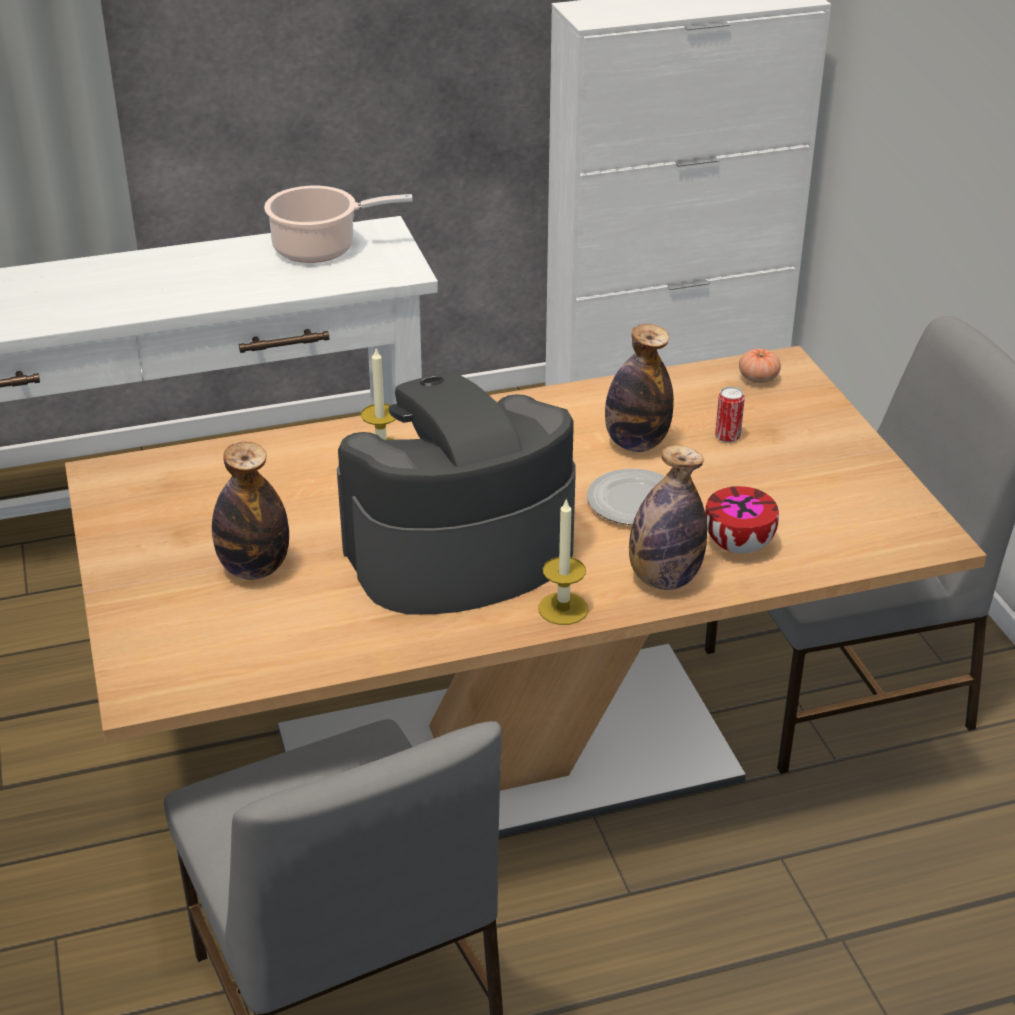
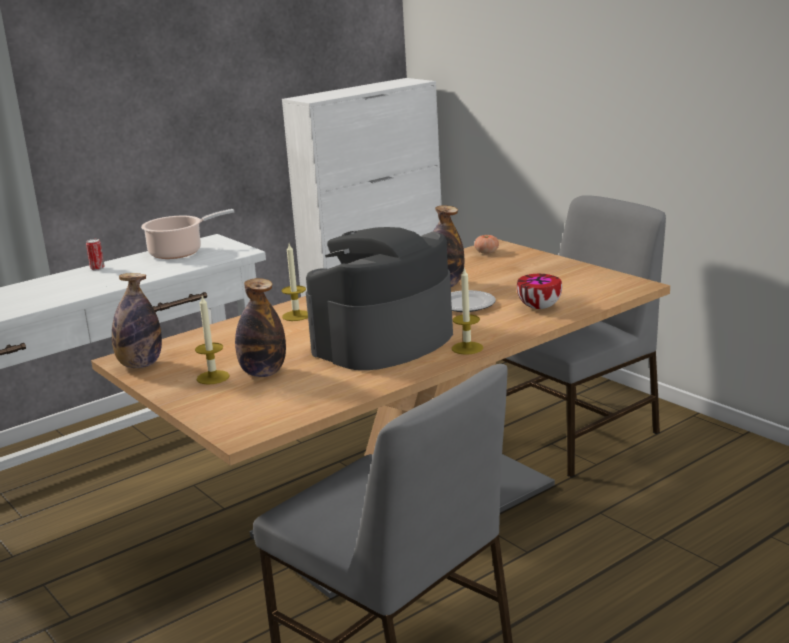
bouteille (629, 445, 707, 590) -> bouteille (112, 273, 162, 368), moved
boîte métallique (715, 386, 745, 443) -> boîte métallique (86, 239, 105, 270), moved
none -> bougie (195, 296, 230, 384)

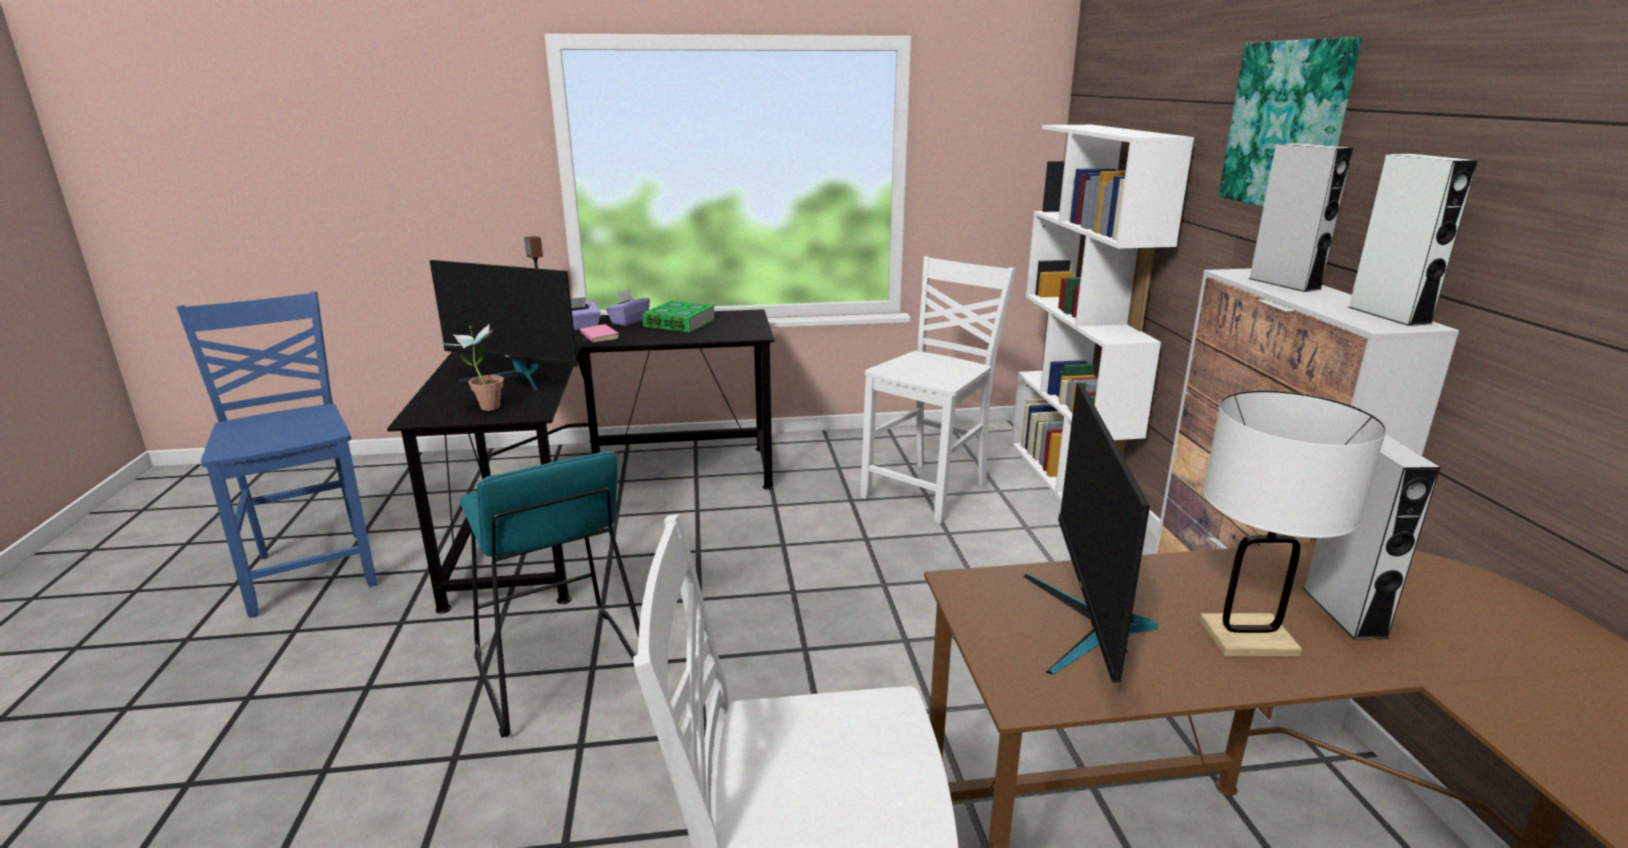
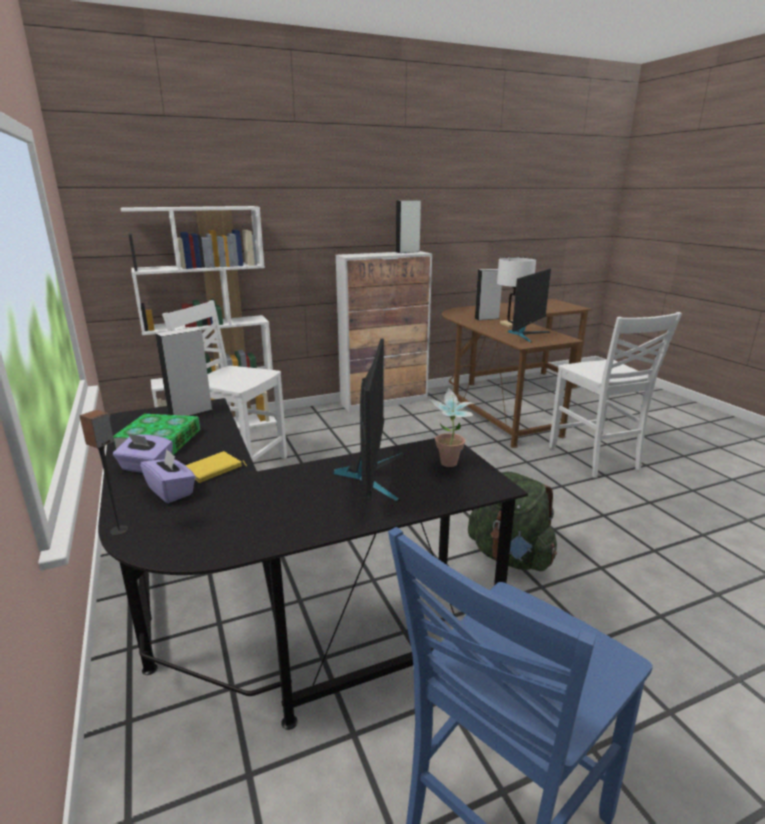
tabouret [turquoise] (460, 451, 640, 738) -> sac à dos [vert] (468, 472, 557, 571)
livre [rose] (580, 324, 619, 342) -> livre [jaune] (185, 451, 247, 483)
écran d'ordinateur (1024, 382, 1158, 683) -> écran d'ordinateur (508, 269, 551, 343), 45 degrees counterclockwise
tableau (1218, 37, 1362, 207) -> none
enceinte [gris] (1249, 143, 1353, 292) -> enceinte [gris] (155, 327, 212, 416), moved

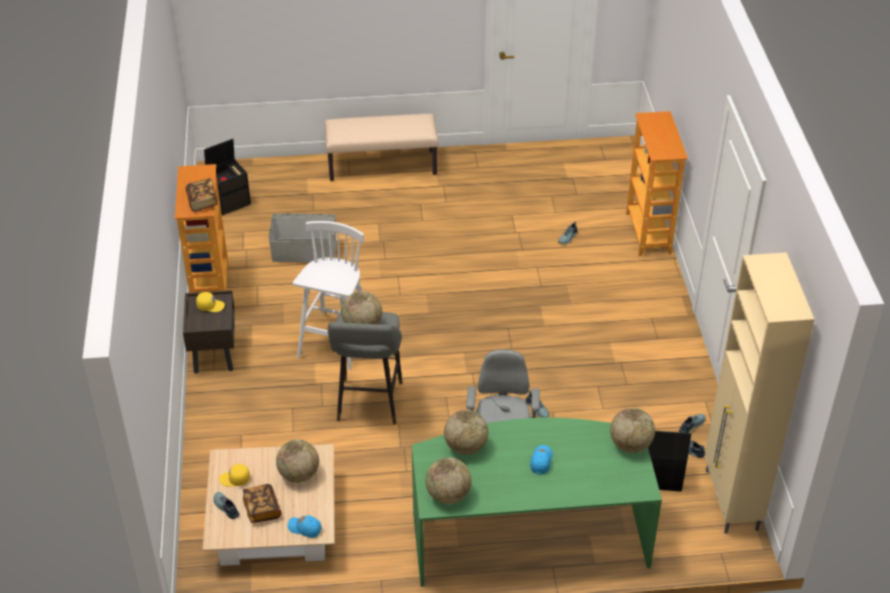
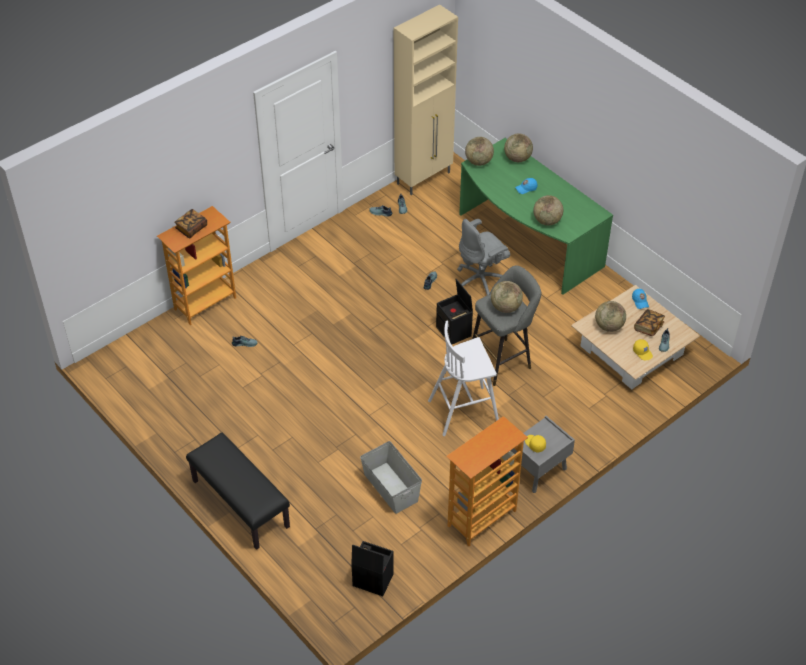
table de chevet [marron] (183, 290, 235, 374) -> table de chevet [gris] (511, 416, 575, 493)
livre (186, 178, 218, 212) -> livre (175, 209, 207, 238), moved
banc [beige] (325, 114, 438, 181) -> banc [noir] (186, 433, 290, 550)
globe (425, 457, 472, 504) -> globe (504, 134, 533, 162), moved
boîte de rangement [noir] (648, 431, 691, 492) -> boîte de rangement [noir] (436, 279, 473, 345), moved

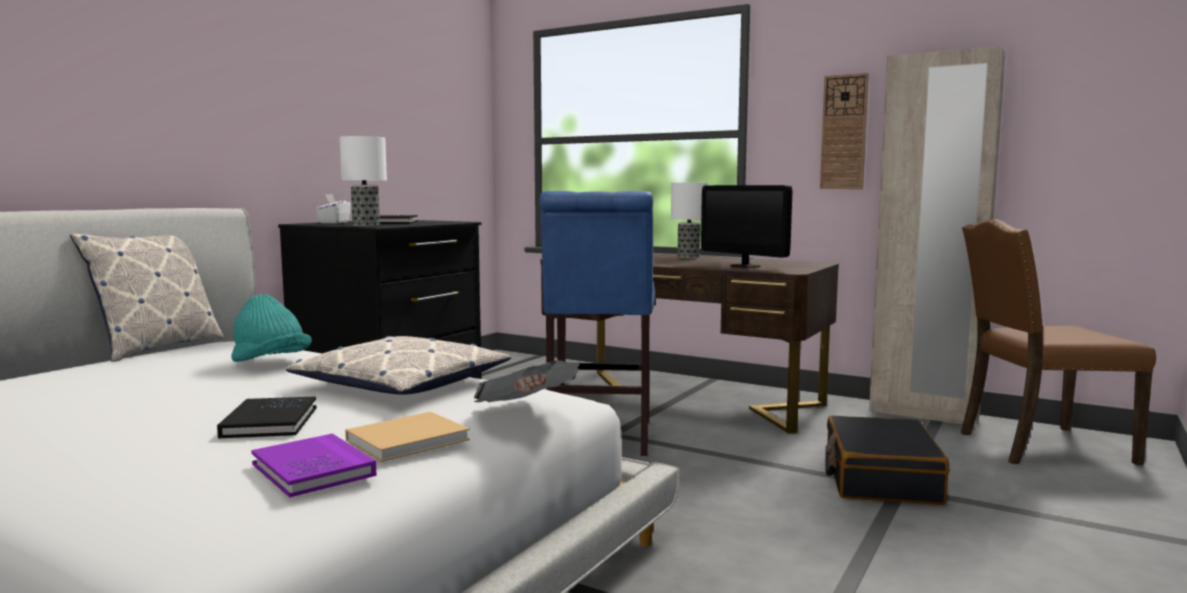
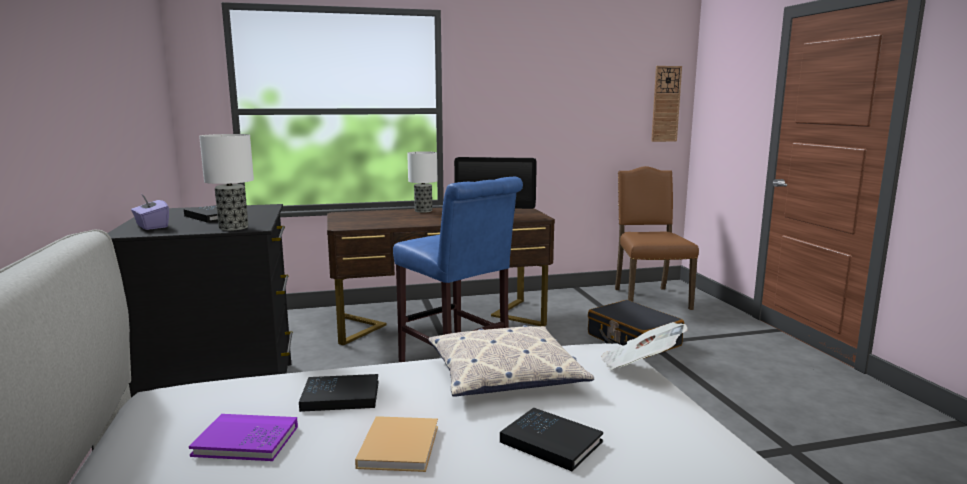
coussin (70, 234, 223, 362) -> none
chapeau [turquoise] (231, 294, 312, 362) -> livre [noir] (299, 374, 379, 412)
livre [violet] (251, 434, 377, 498) -> livre [violet] (189, 414, 298, 461), moved
boîte à mouchoirs [blanc] (315, 194, 351, 223) -> boîte à mouchoirs [violet] (131, 195, 169, 230)
livre [beige] (345, 412, 470, 462) -> livre [beige] (355, 416, 438, 472), moved
horloge murale (820, 73, 869, 189) -> horloge murale (651, 66, 682, 142), moved
armoire [beige] (869, 46, 1006, 426) -> none
chaise [marron] (961, 219, 1156, 465) -> chaise [marron] (615, 166, 699, 310), 135 degrees clockwise

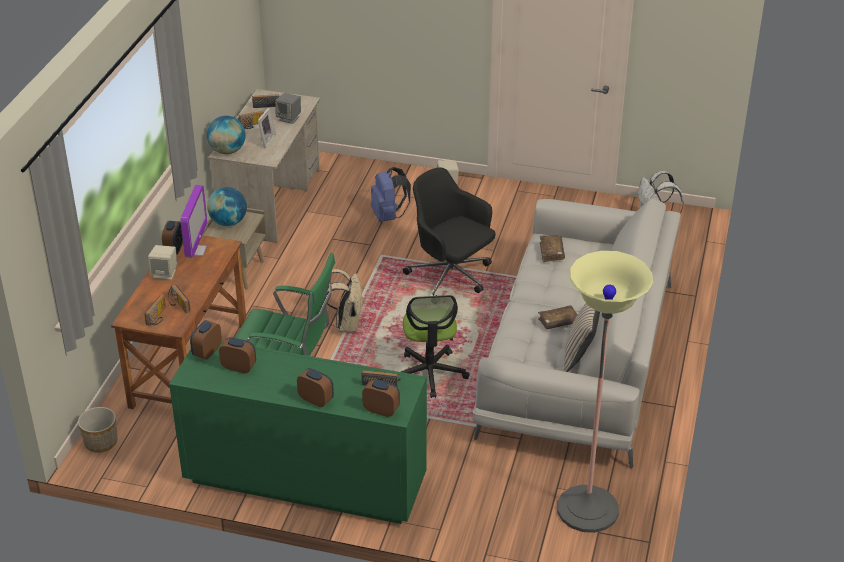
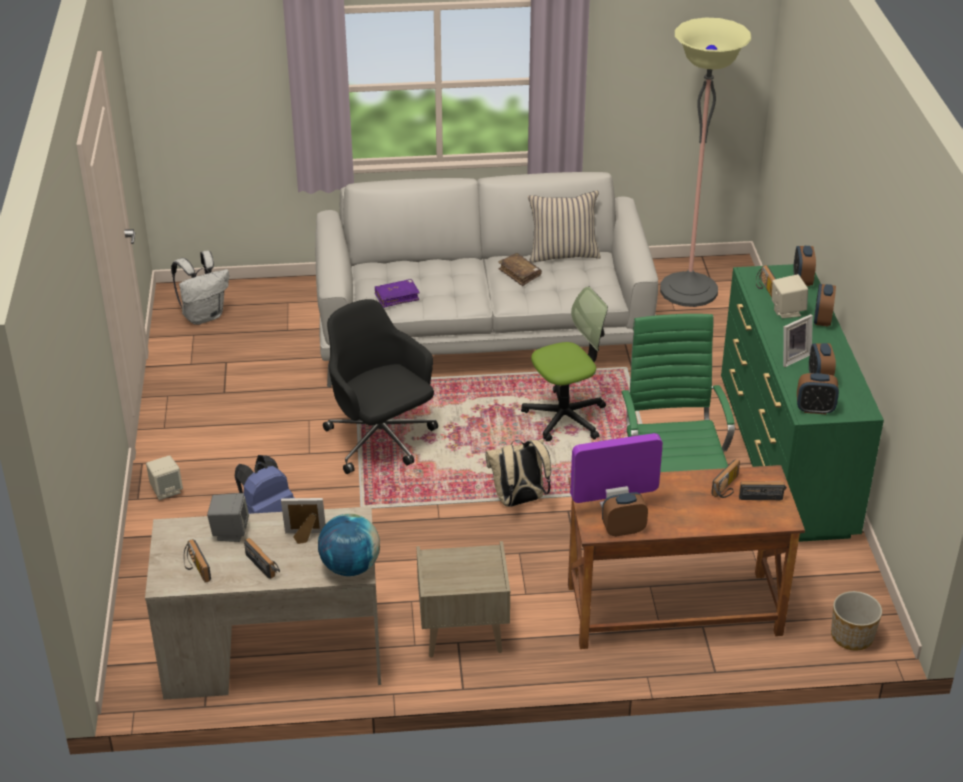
enceinte [beige] (148, 245, 177, 280) -> enceinte [beige] (772, 274, 808, 318), moved
globe (207, 187, 247, 226) -> none
chaise de bureau [noir] (403, 167, 496, 296) -> chaise de bureau [noir] (323, 299, 438, 474), 120 degrees clockwise
livre [marron] (540, 235, 565, 262) -> livre [violet] (375, 279, 420, 308)
none -> cadre photo (783, 314, 813, 367)

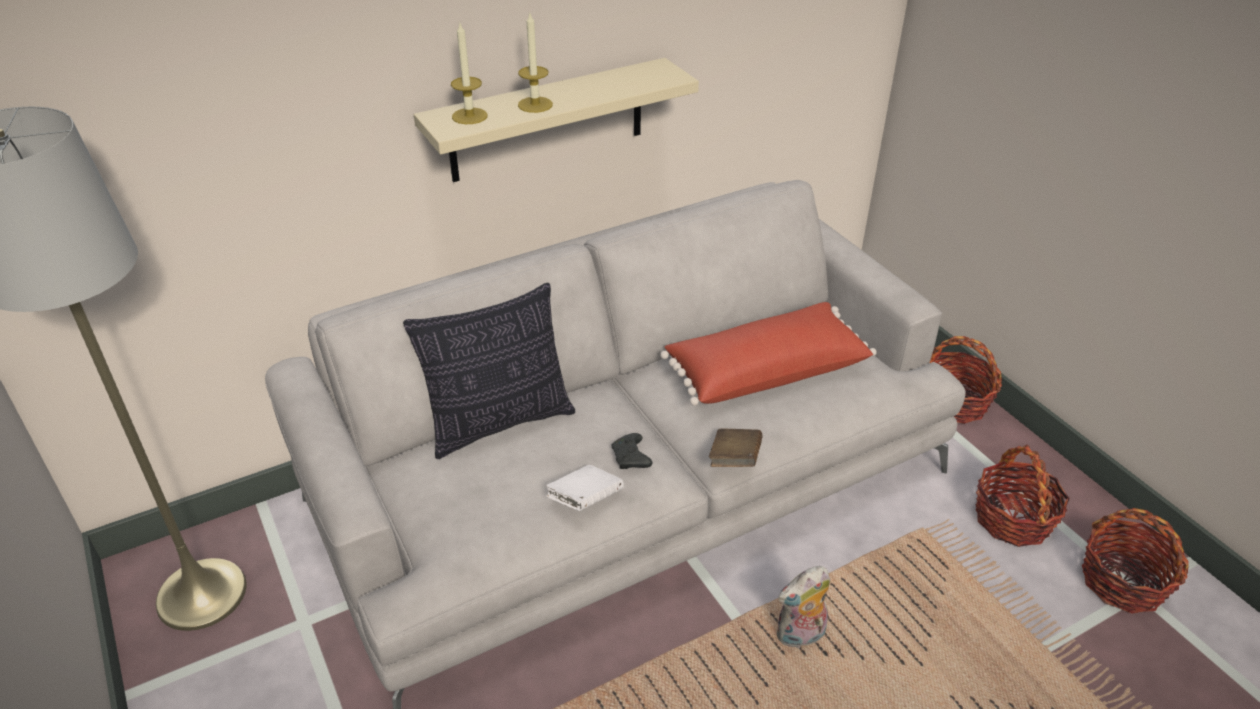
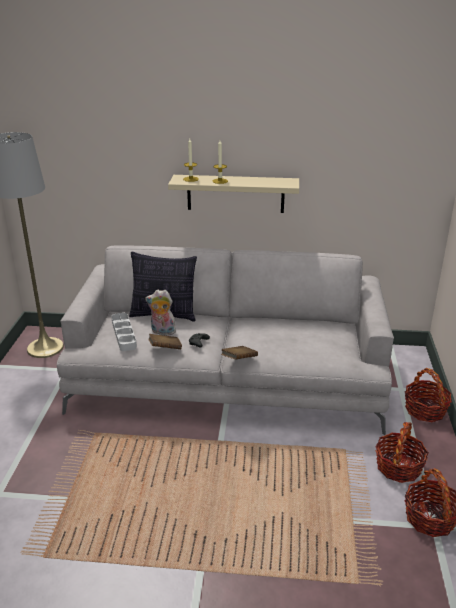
livre [blanc] (546, 465, 624, 511) -> livre [marron] (148, 334, 182, 349)
coussin [rouge] (660, 302, 877, 406) -> none
peluche (777, 566, 830, 648) -> peluche (145, 290, 176, 335), moved
none -> plateau [gris] (111, 313, 137, 351)

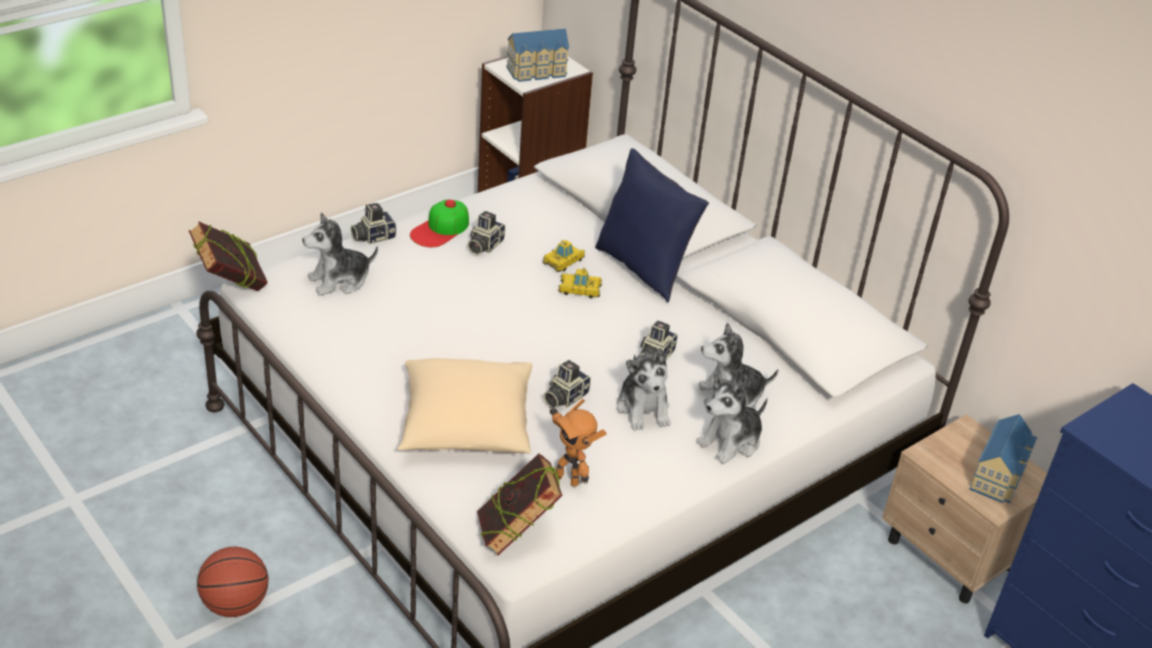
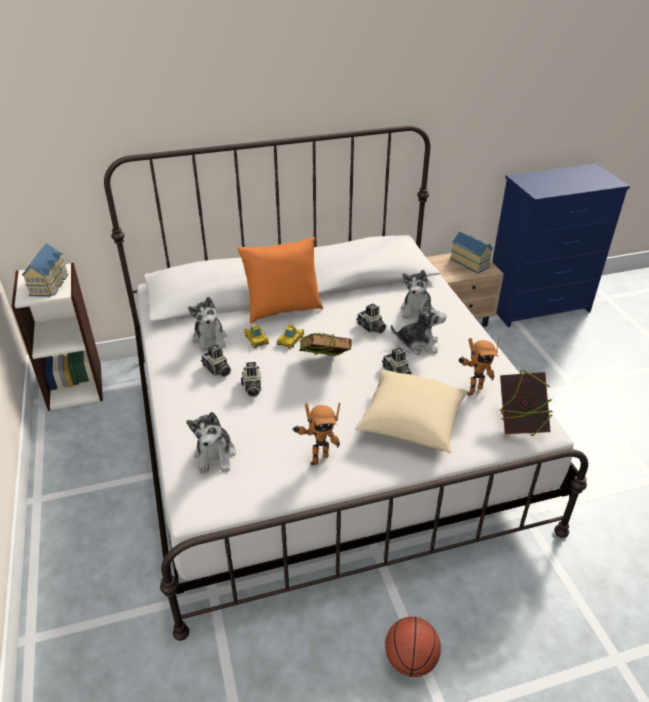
livre (189, 221, 268, 291) -> livre (299, 333, 352, 356), moved
appareil photo (351, 203, 397, 244) -> appareil photo (241, 362, 261, 397), moved
casquette (410, 200, 469, 247) -> none
coussin [bleu] (595, 148, 709, 303) -> coussin [orange] (237, 237, 323, 323)
peluche (696, 373, 768, 464) -> peluche (188, 297, 227, 352), moved
none -> robot jouet (292, 403, 340, 466)

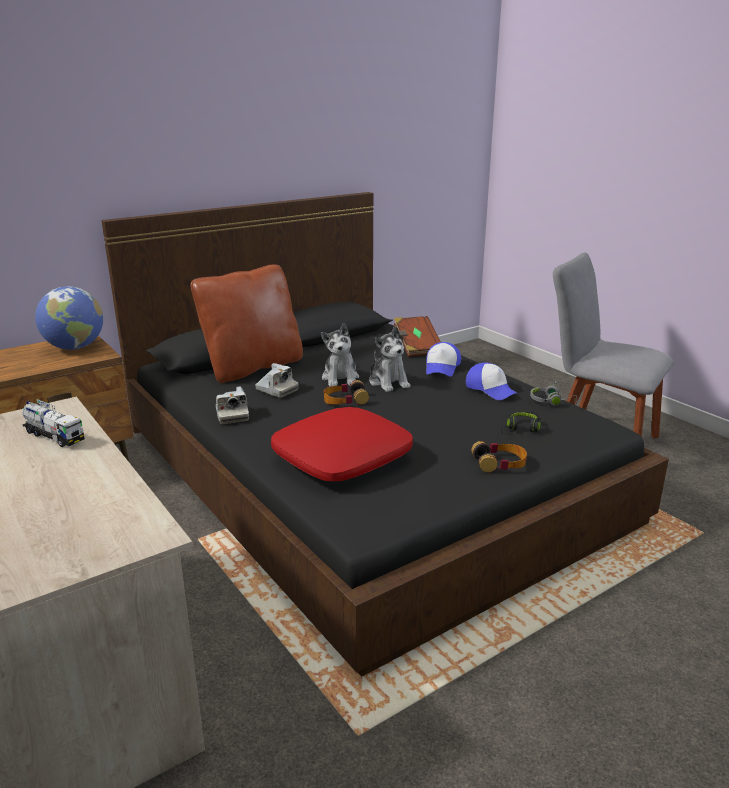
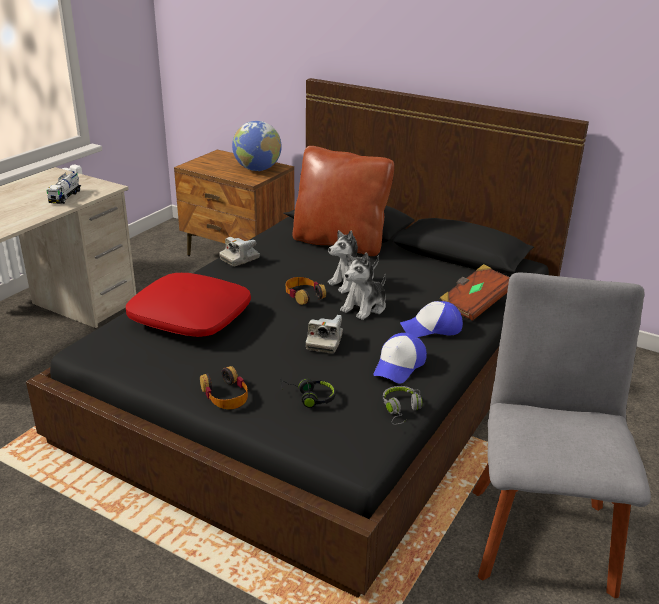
appareil photo (255, 363, 299, 398) -> appareil photo (306, 315, 343, 353), moved

